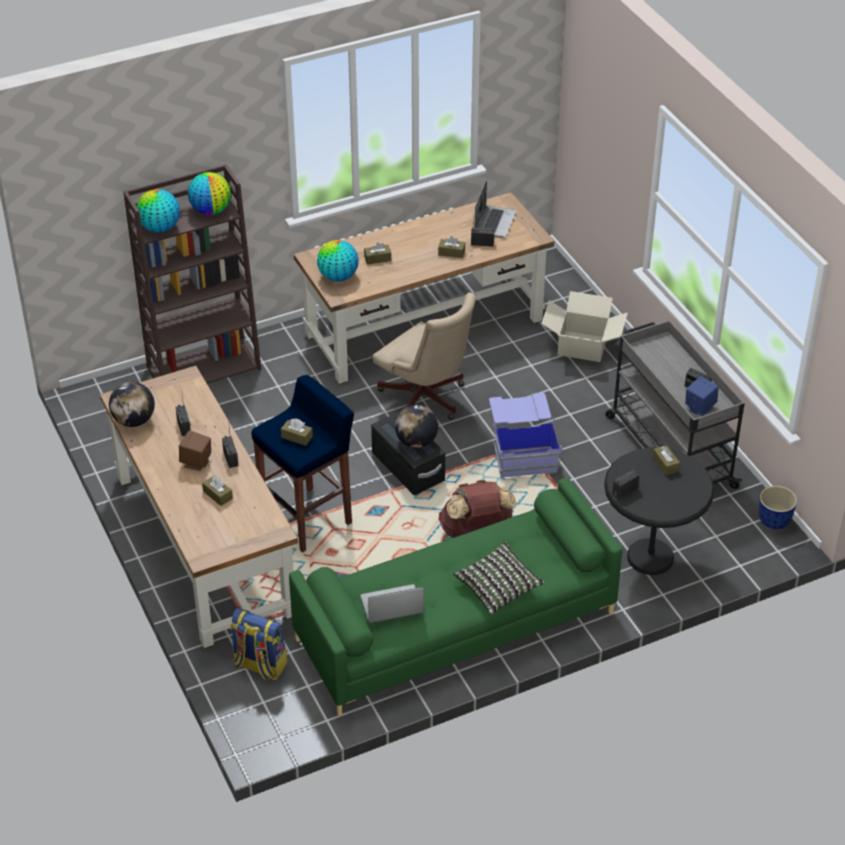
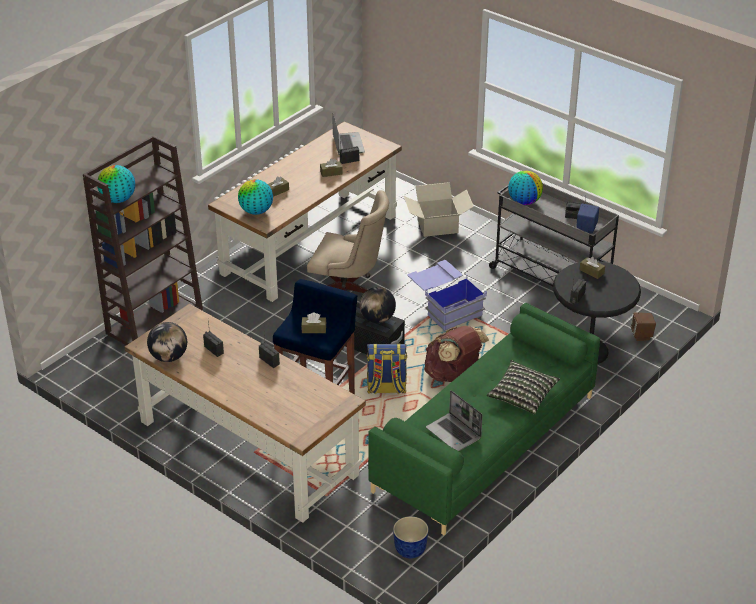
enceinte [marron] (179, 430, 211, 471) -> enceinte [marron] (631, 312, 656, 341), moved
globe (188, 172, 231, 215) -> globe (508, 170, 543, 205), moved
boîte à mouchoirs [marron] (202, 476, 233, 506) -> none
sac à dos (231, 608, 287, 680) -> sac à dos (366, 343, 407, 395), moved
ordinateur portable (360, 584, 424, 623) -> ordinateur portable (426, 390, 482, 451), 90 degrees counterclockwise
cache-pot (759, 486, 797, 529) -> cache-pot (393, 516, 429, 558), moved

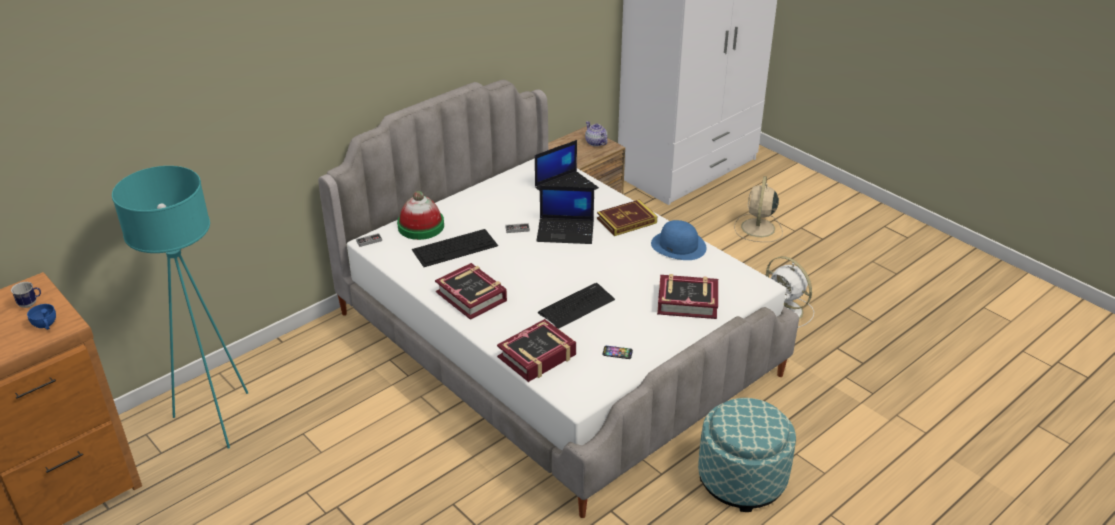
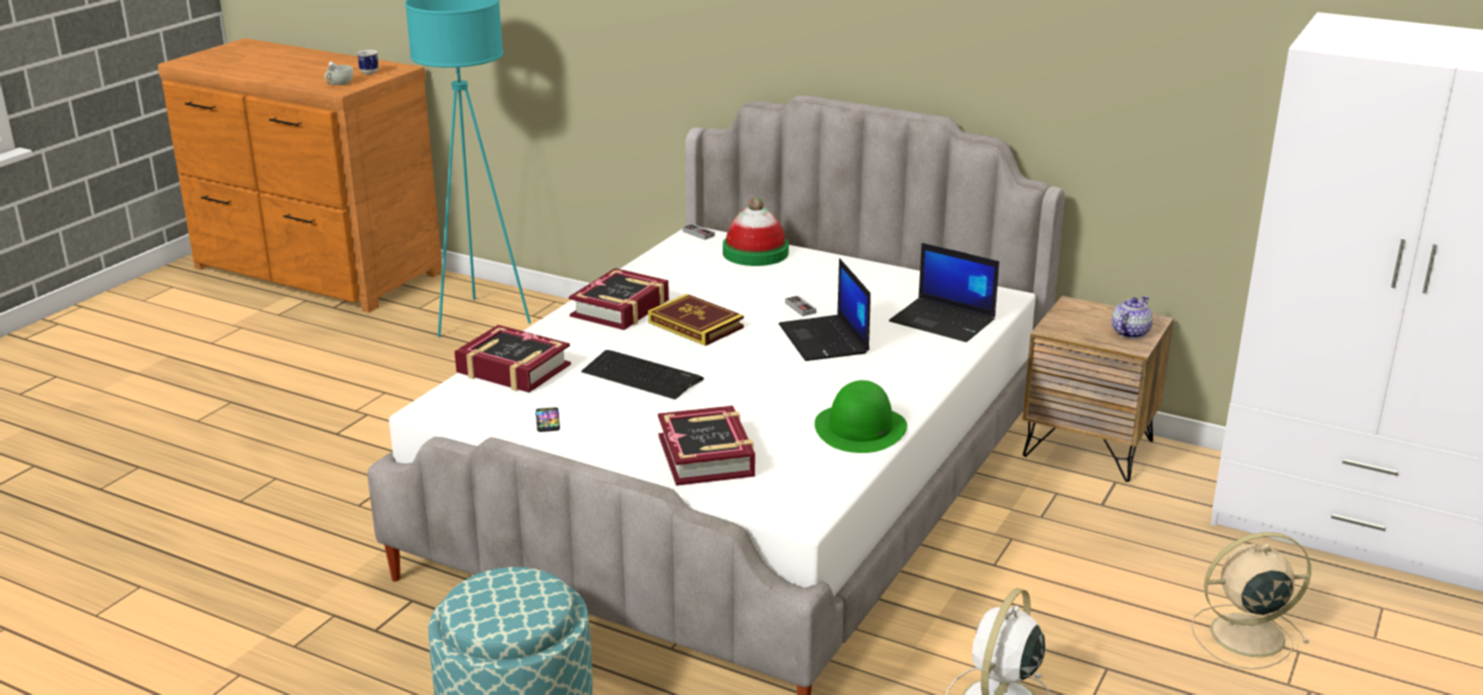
tasse [bleu] (27, 304, 56, 330) -> tasse [blanc] (325, 61, 353, 85)
clavier (412, 229, 498, 267) -> none
livre (597, 200, 657, 236) -> livre (648, 294, 744, 346), moved
chapeau [bleu] (651, 220, 706, 260) -> chapeau [vert] (815, 380, 907, 453)

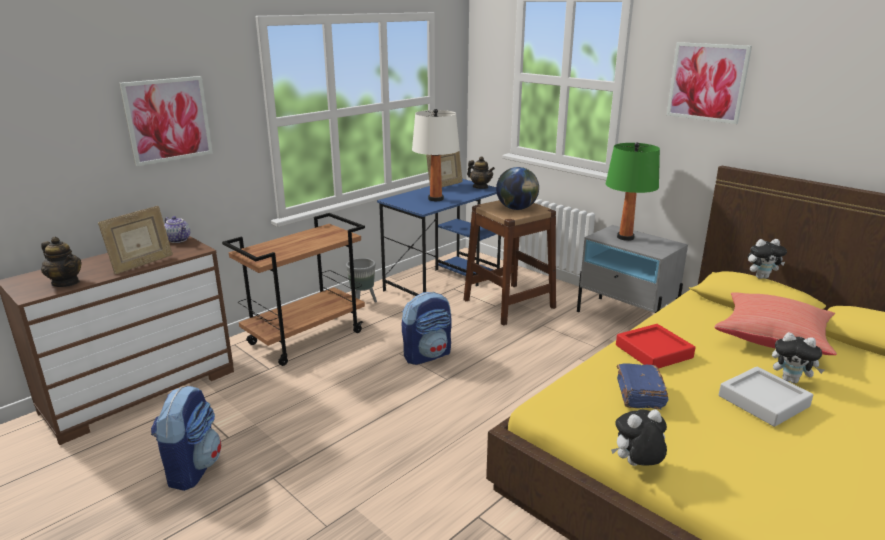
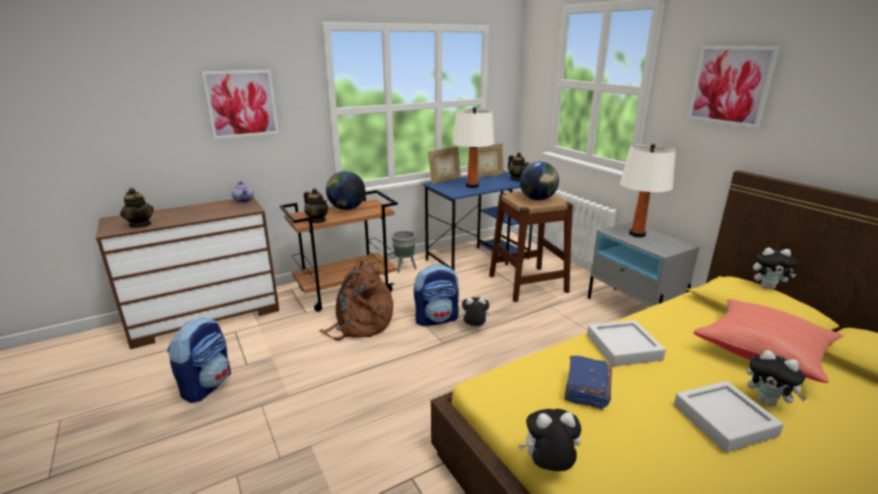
cadre photo (98, 206, 173, 274) -> cadre photo (428, 146, 461, 184), moved
lampe de table [vert] (606, 142, 660, 241) -> lampe de table [blanc] (620, 144, 676, 237)
plateau [rouge] (616, 324, 696, 369) -> plateau [gris] (587, 320, 666, 367)
none -> théière (304, 188, 328, 223)
none -> sac à dos [marron] (319, 259, 393, 341)
none -> globe (326, 171, 365, 210)
none -> peluche (458, 297, 489, 328)

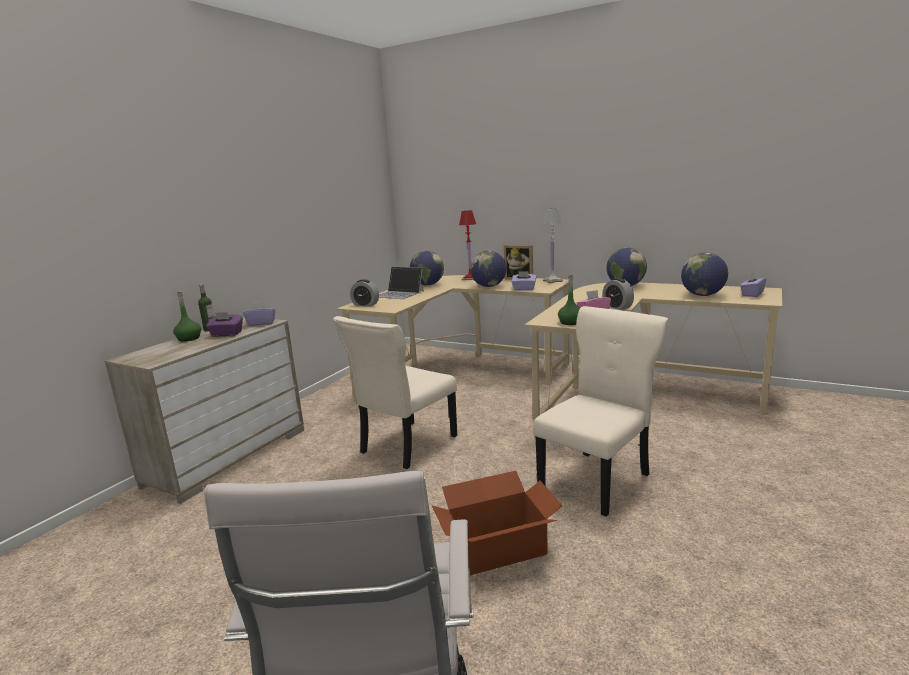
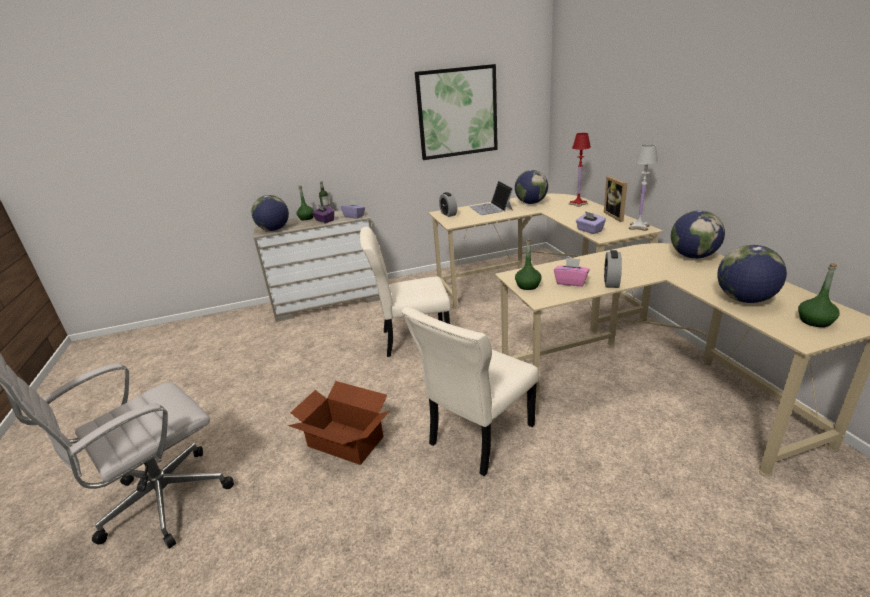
globe (471, 251, 507, 287) -> globe (252, 195, 289, 231), moved
chaise [beige] (533, 306, 668, 517) -> chaise [beige] (402, 307, 539, 476), 135 degrees clockwise
boîte à mouchoirs [violet] (740, 273, 766, 297) -> bouteille [vert] (798, 263, 840, 327)
none -> tableau (415, 64, 498, 160)

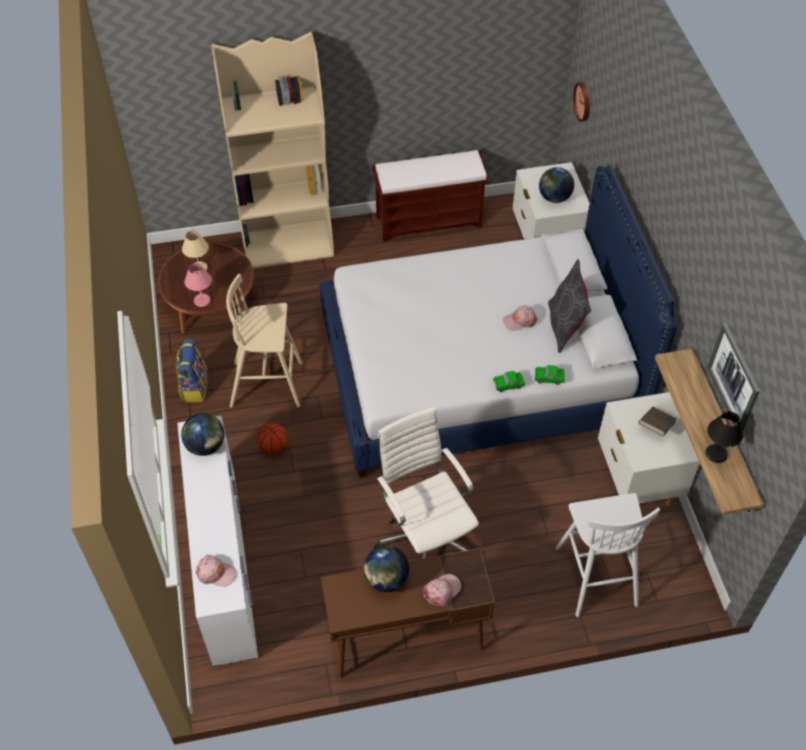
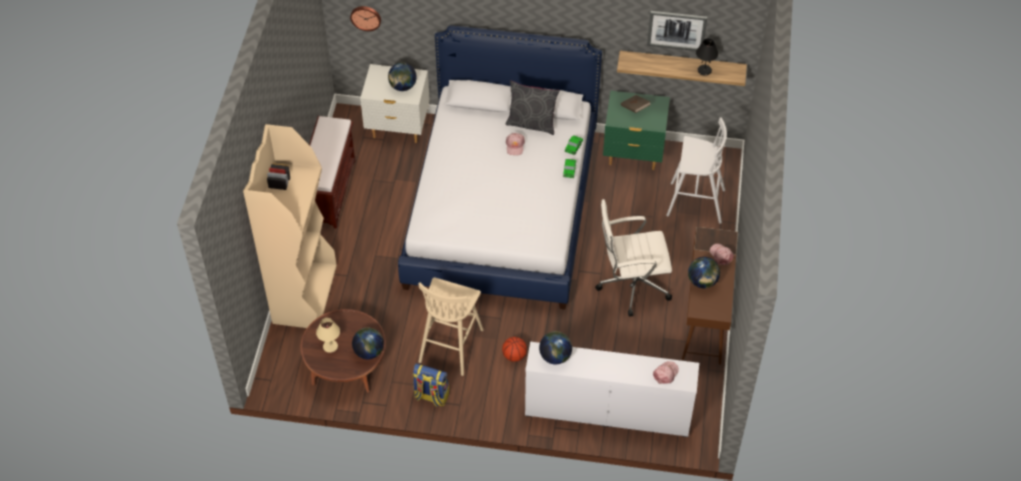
lampe de table [rose] (184, 263, 212, 307) -> globe (352, 327, 384, 359)
table de chevet [blanc] (598, 392, 700, 505) -> table de chevet [vert] (603, 91, 670, 170)

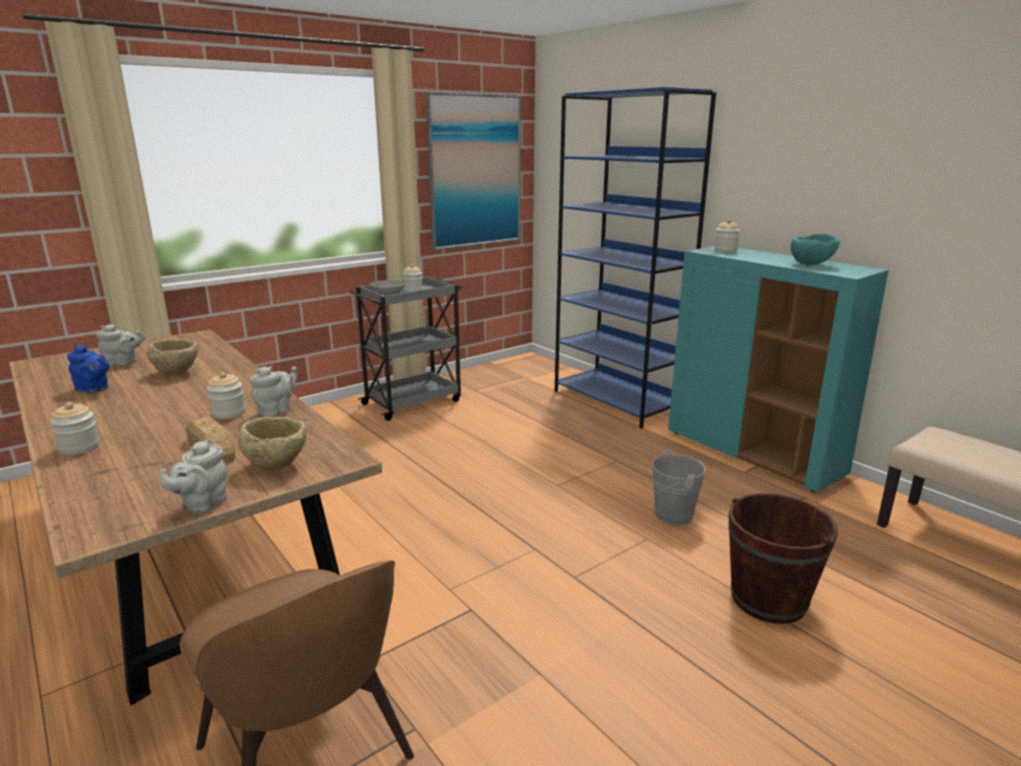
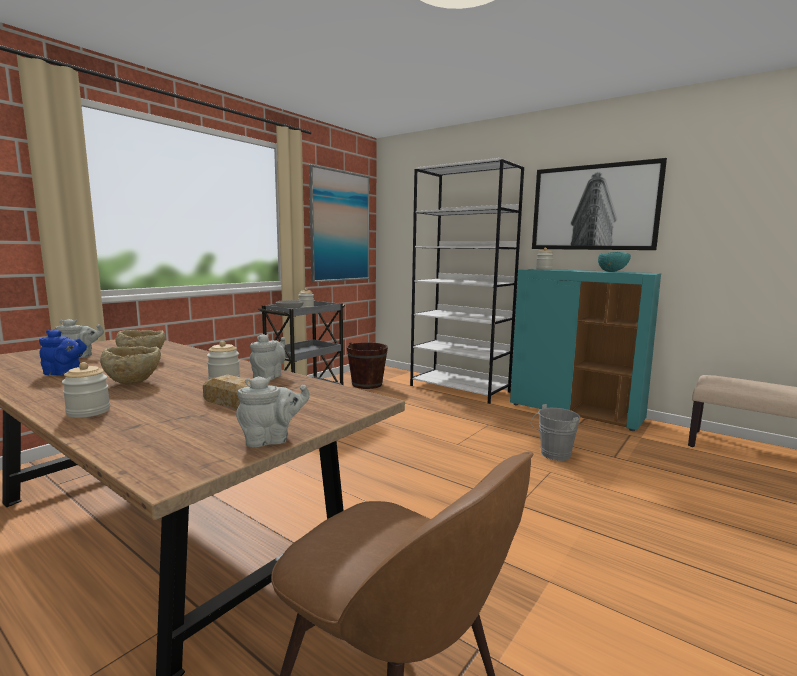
théière [gris] (159, 439, 227, 514) -> théière [gris] (236, 376, 310, 447), 120 degrees counterclockwise
bol [beige] (238, 417, 307, 470) -> bol [beige] (100, 346, 161, 385), moved
bibliothèque [bleu] (555, 87, 716, 429) -> bibliothèque [blanc] (410, 158, 524, 404)
seau [marron] (728, 493, 838, 624) -> seau [marron] (346, 342, 388, 389), moved
none -> tableau (532, 158, 667, 250)

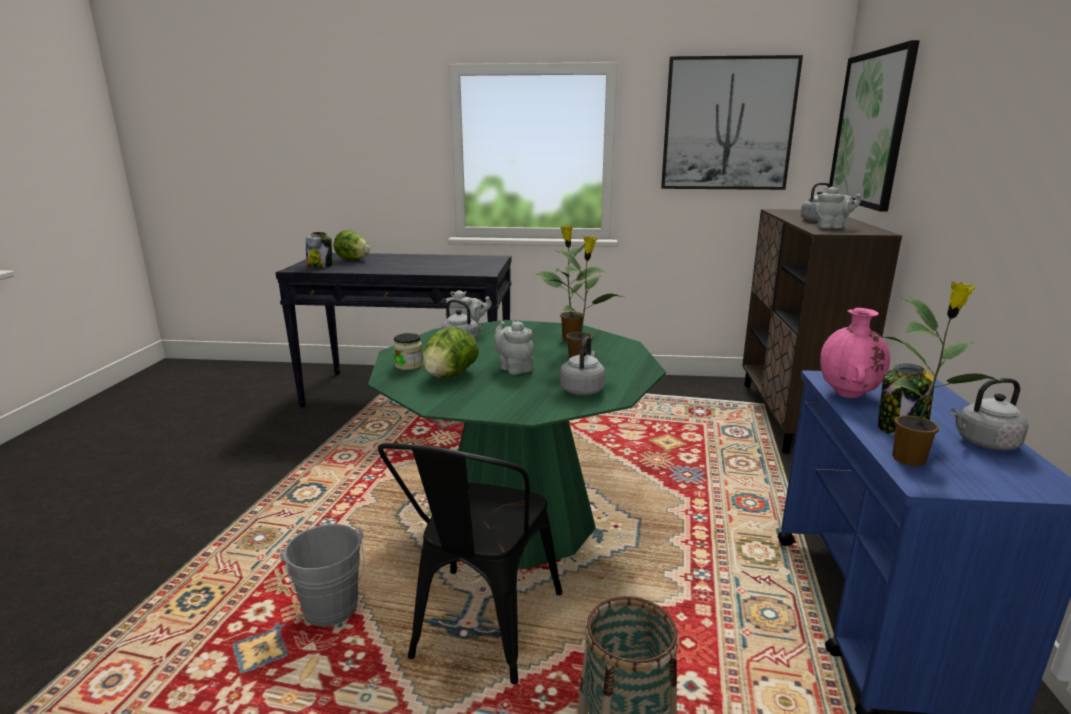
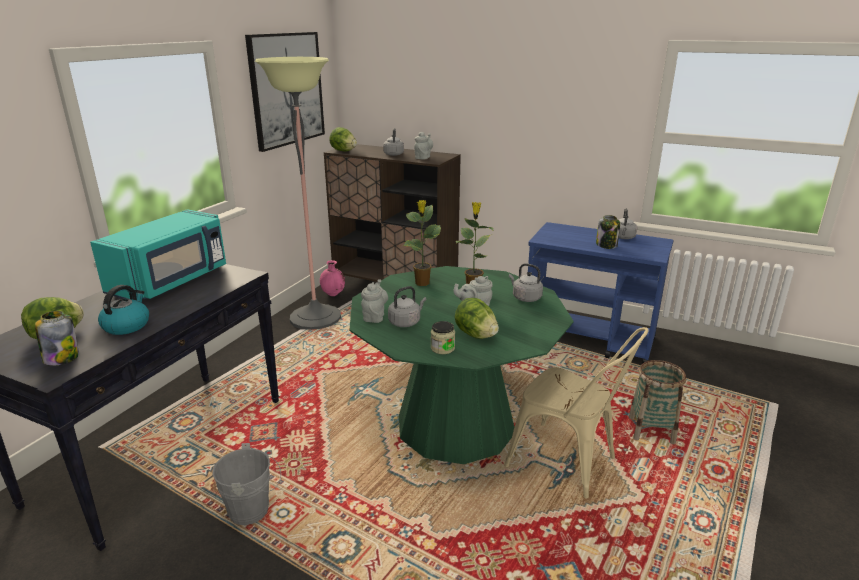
seau [gris] (279, 524, 364, 626) -> seau [gris] (212, 443, 281, 525), moved
chaise [noir] (378, 443, 562, 684) -> chaise [beige] (504, 327, 649, 499)
vase [rose] (820, 308, 890, 398) -> vase [rose] (320, 260, 345, 296), moved
tableau (829, 40, 920, 212) -> none
plante en pot (880, 282, 1006, 466) -> none
none -> micro-ondes [turquoise] (90, 209, 226, 299)
none -> bouilloire (98, 285, 149, 335)
none -> lampadaire (255, 57, 341, 330)
none -> laitue (329, 127, 357, 152)

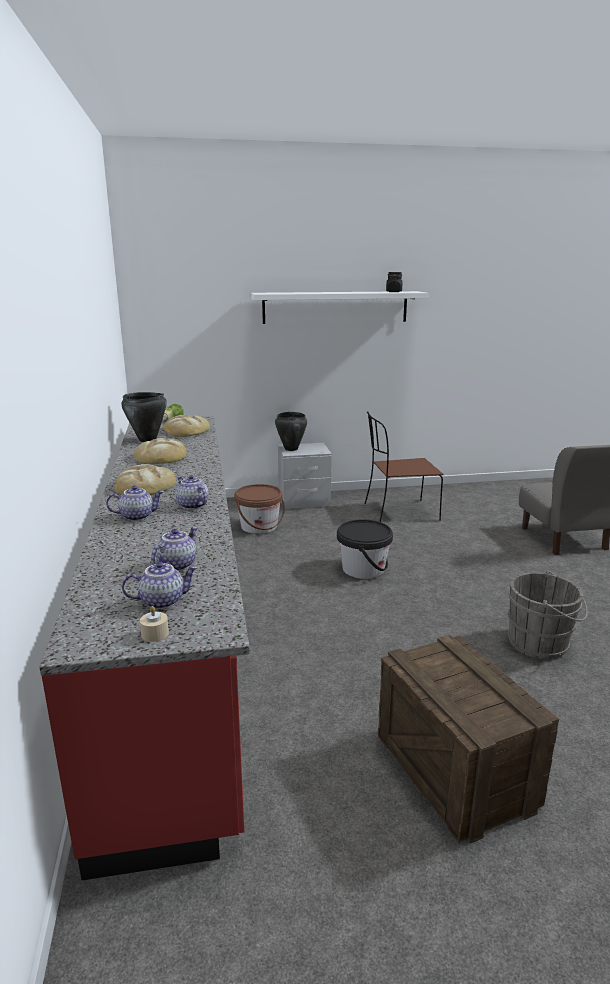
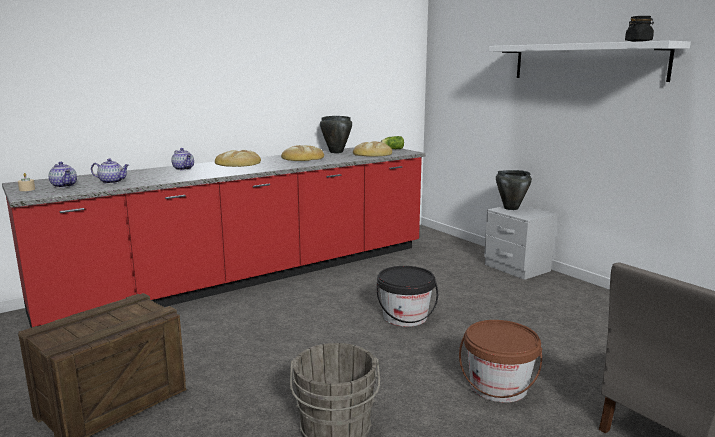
théière (176, 475, 208, 509) -> none
seau [marron] (234, 484, 285, 534) -> seau [marron] (459, 320, 542, 402), moved
chaise [marron] (365, 411, 444, 522) -> none

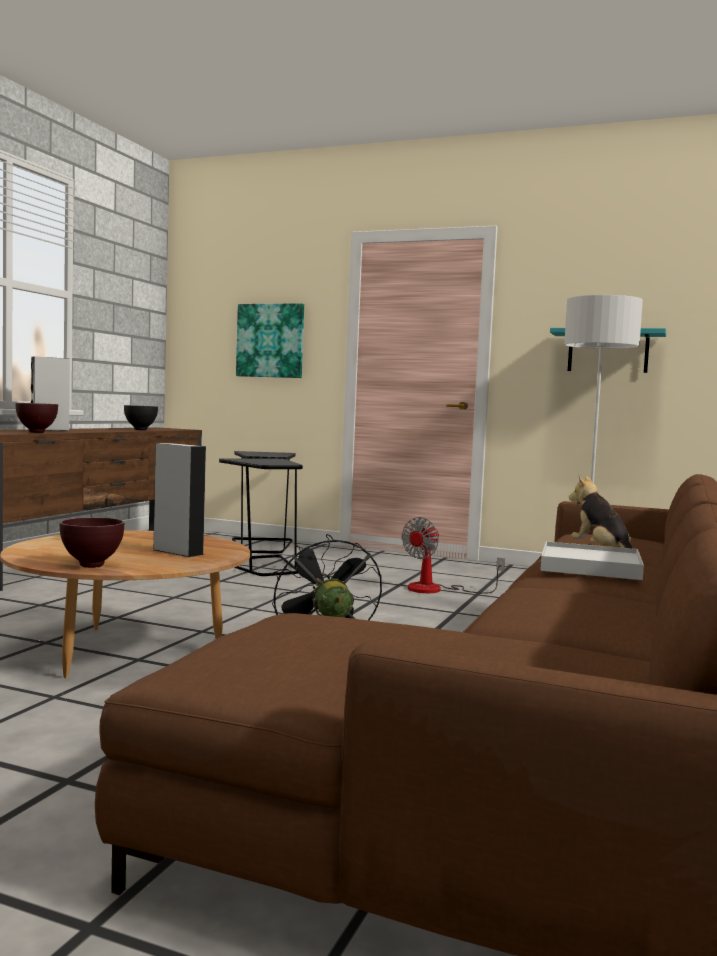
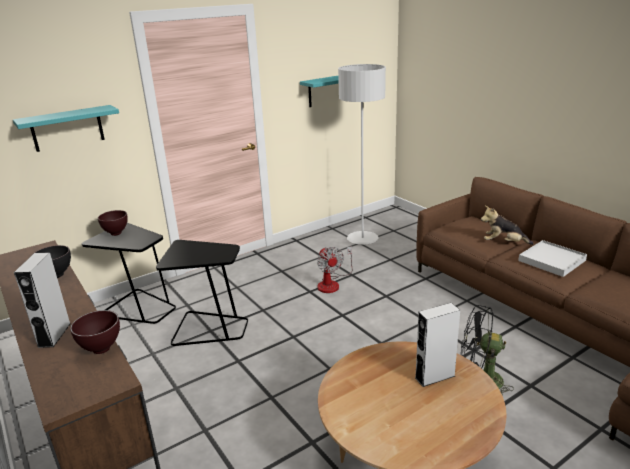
bol [marron] (60, 517, 124, 568) -> bol [marron] (98, 210, 128, 236), moved
tableau (236, 303, 304, 378) -> étagère [turquoise] (13, 105, 119, 152)

